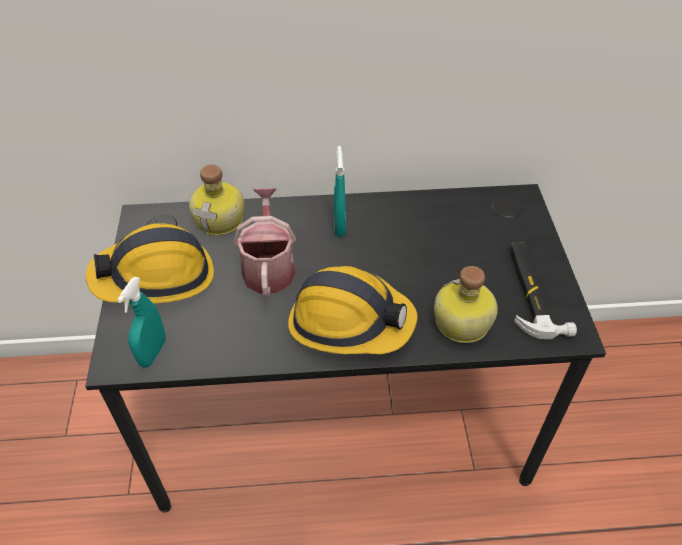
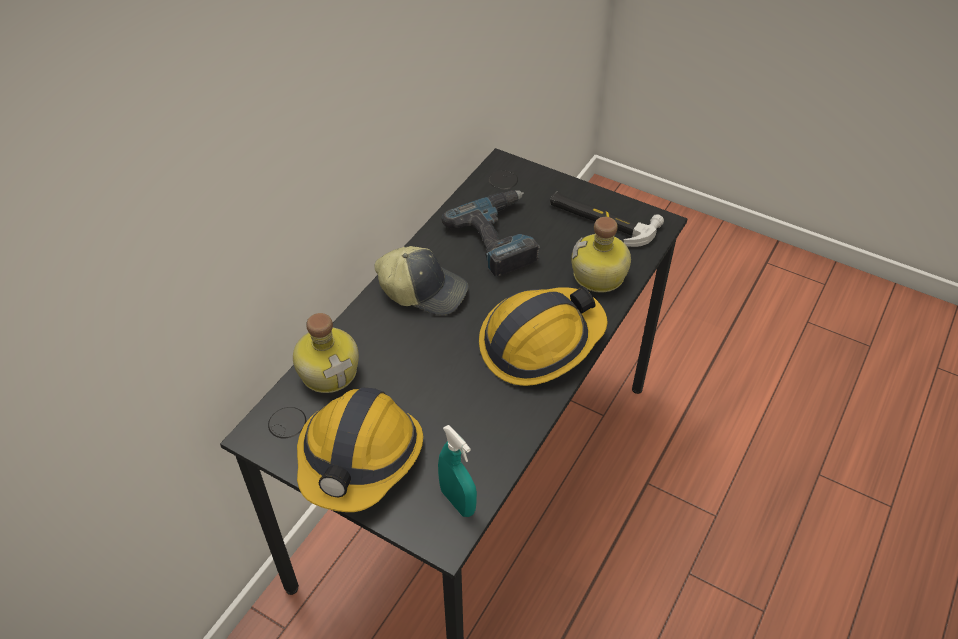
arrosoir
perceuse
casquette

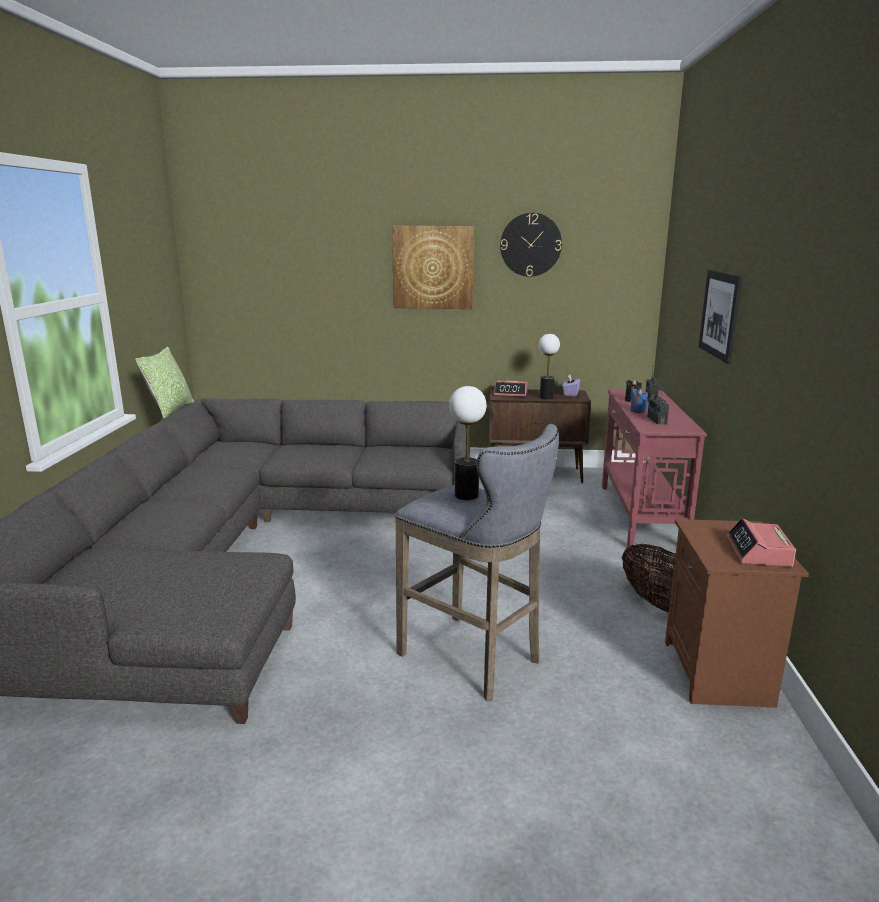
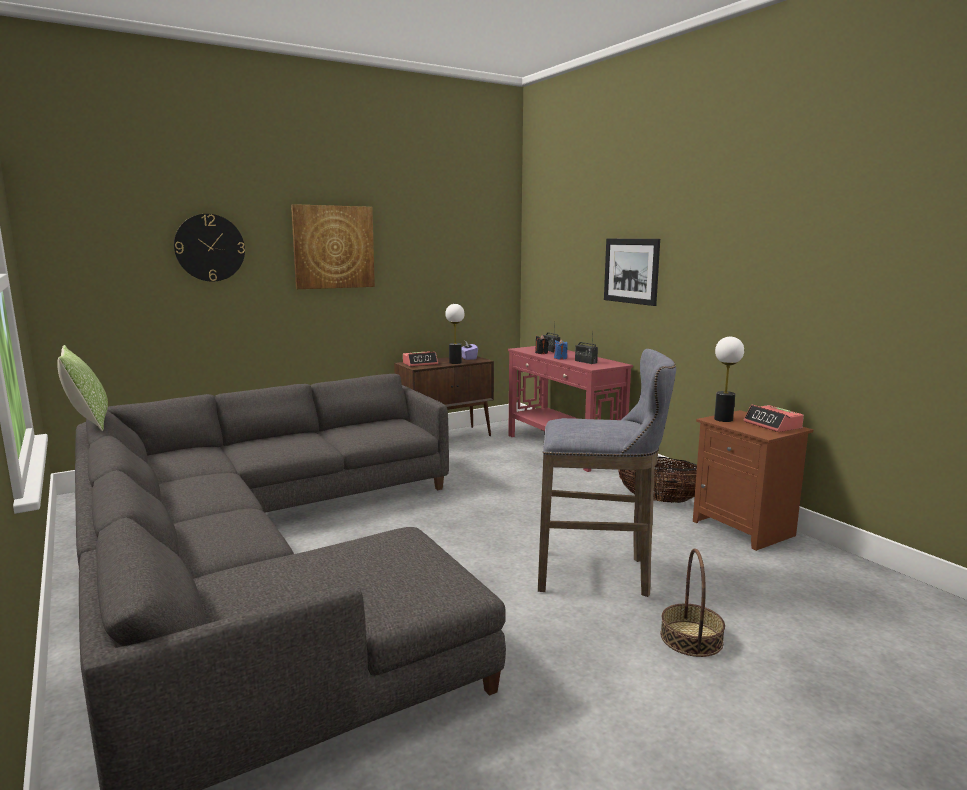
panier (2nd from left)
lampe de table (2nd from left)
horloge murale

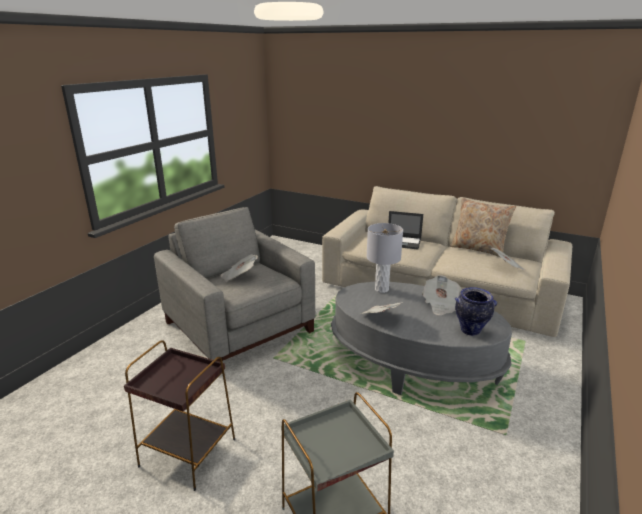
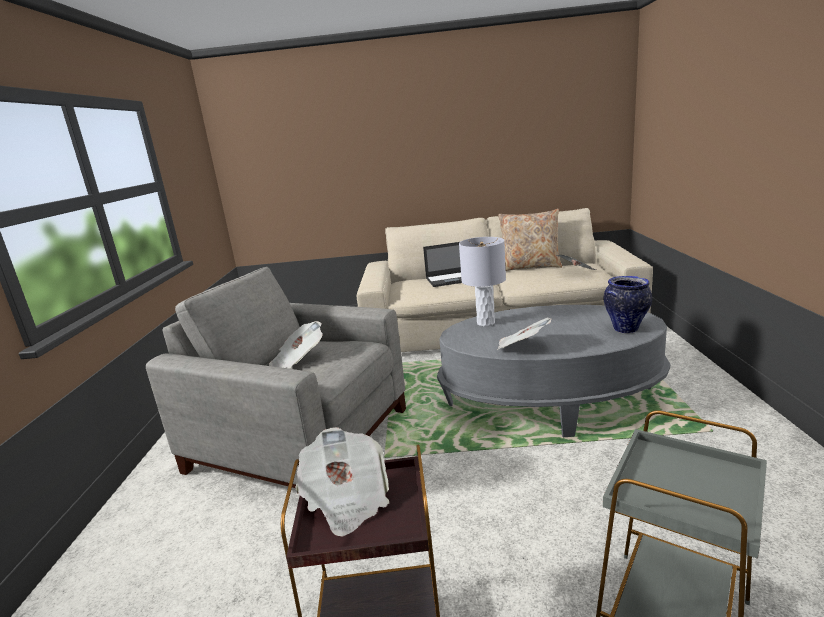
journal (2nd from left)

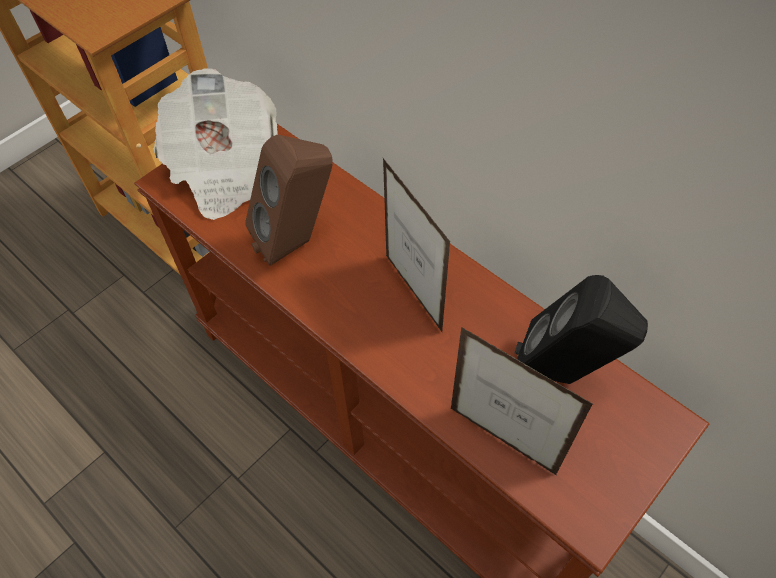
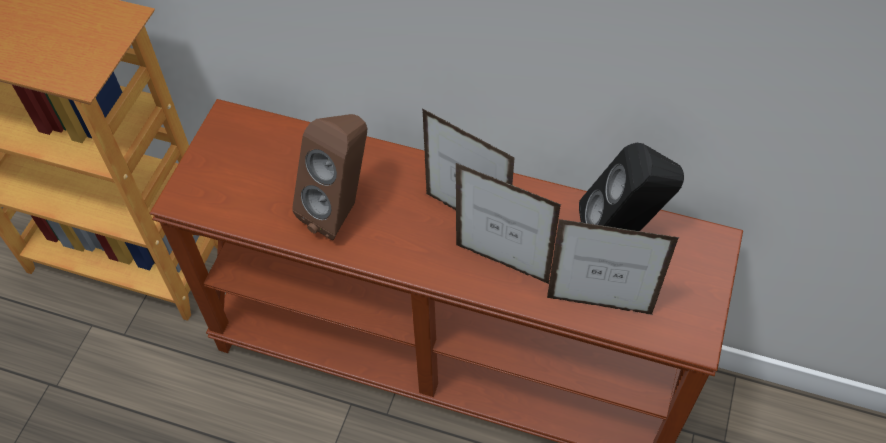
journal
cadre photo (2nd from left)

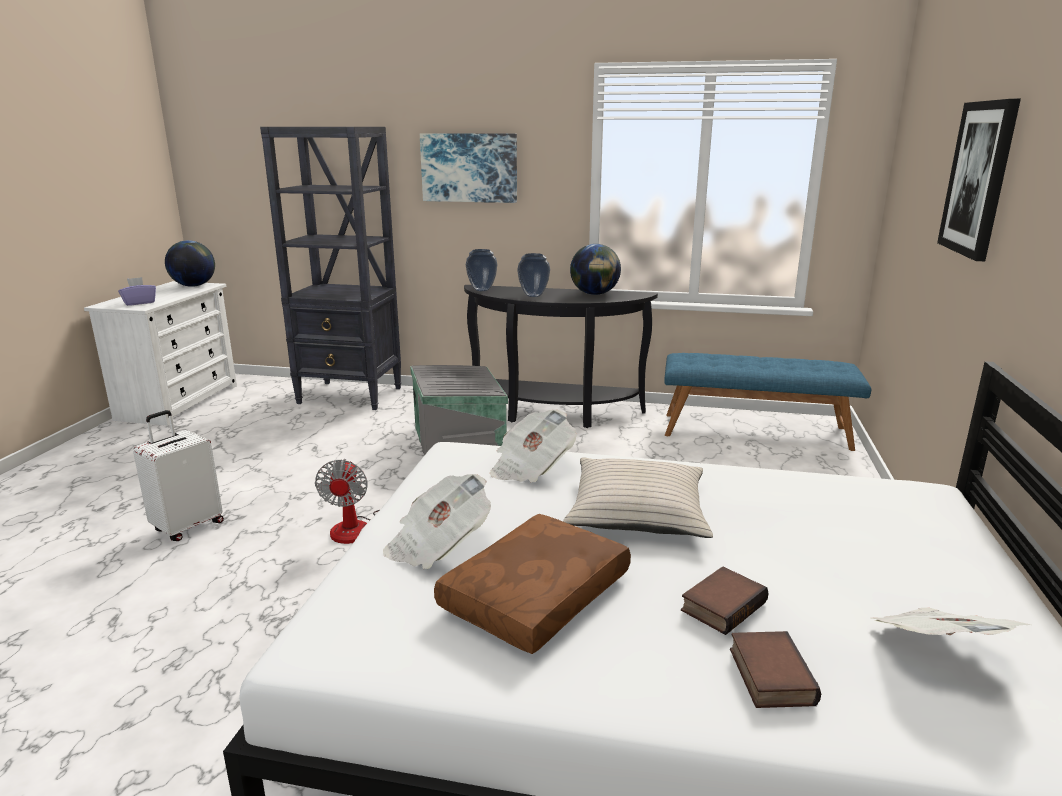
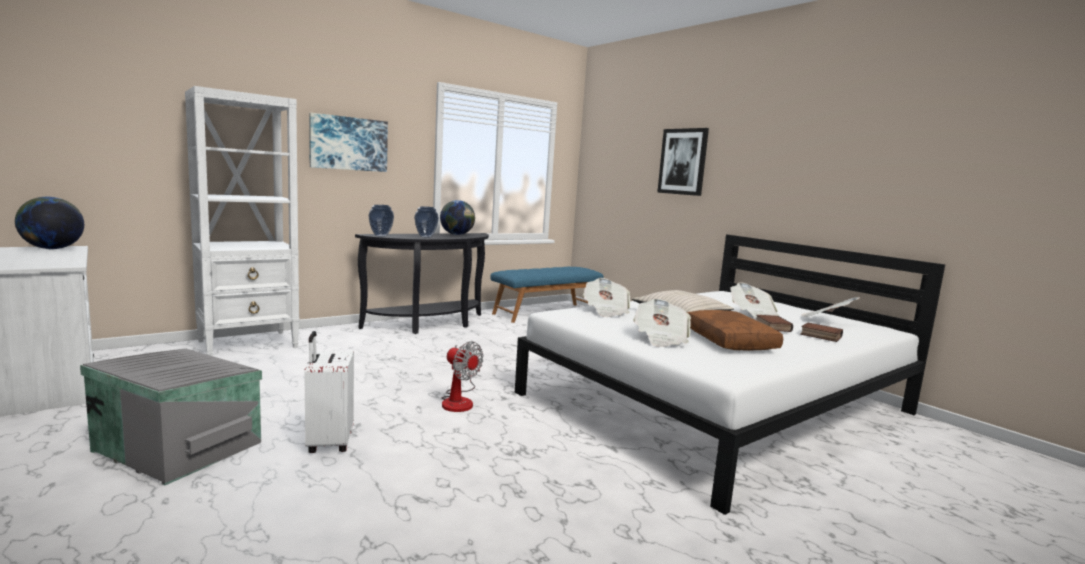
boîte à mouchoirs (violet)
journal (3rd from left)
boîte de rangement (gris)
bibliothèque (blanc)

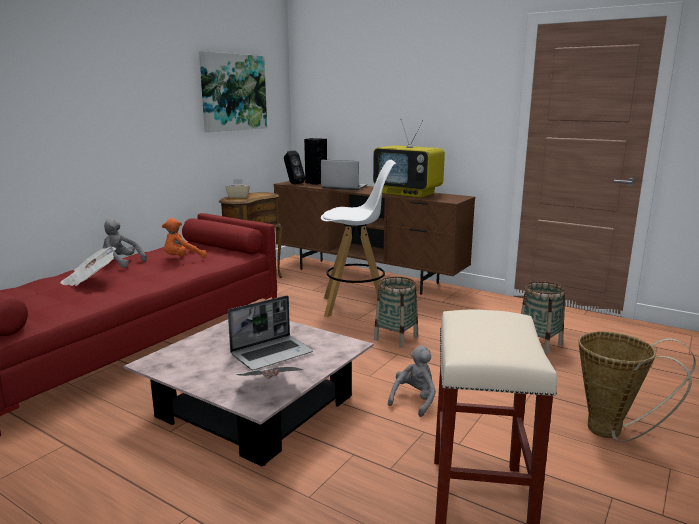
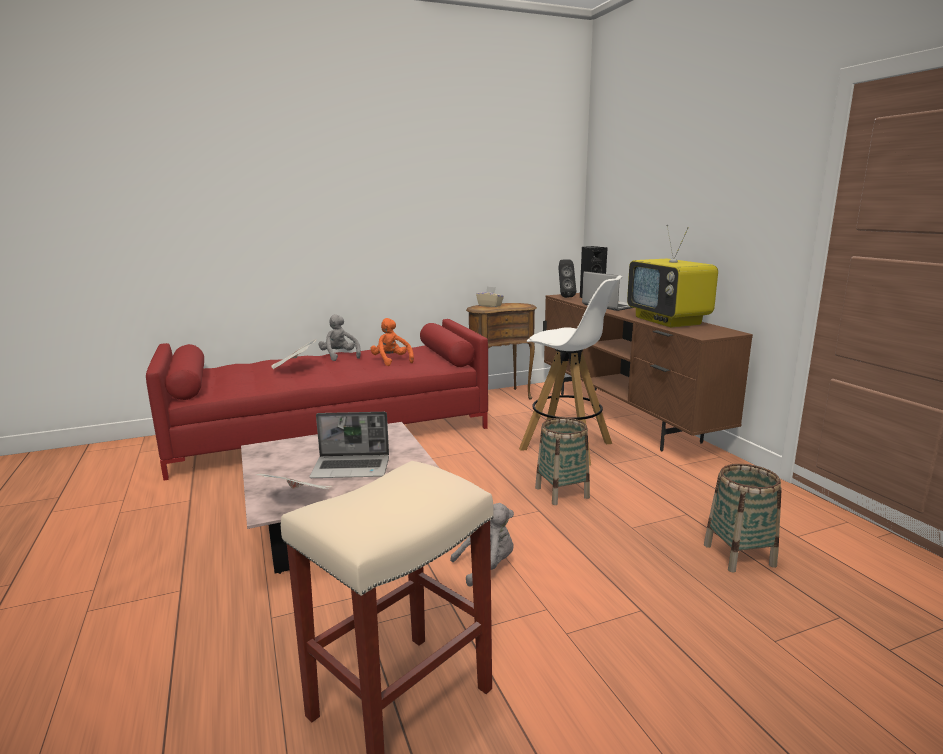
tableau
panier (3rd from left in the first image)
peluche (orange)

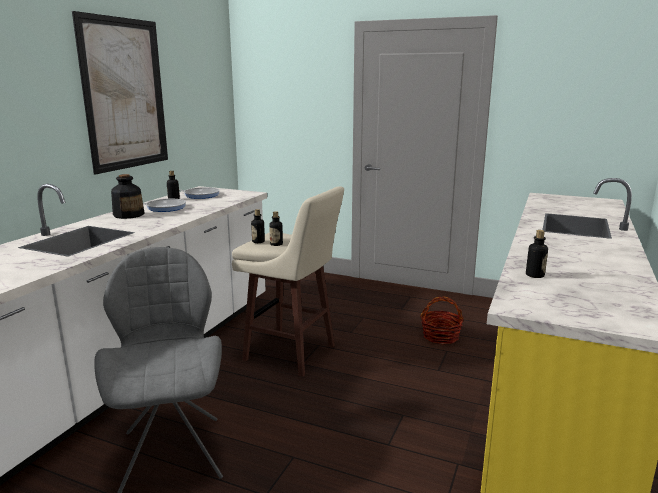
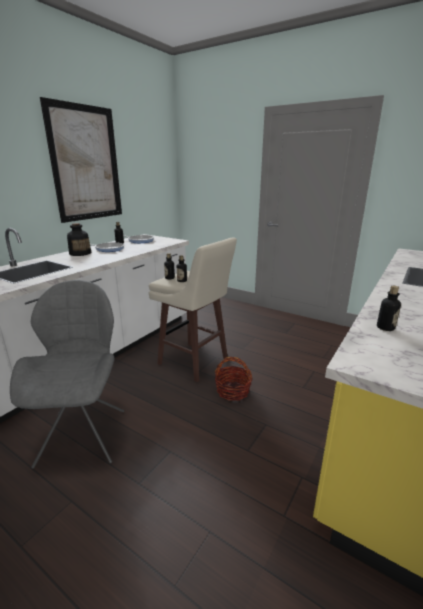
panier

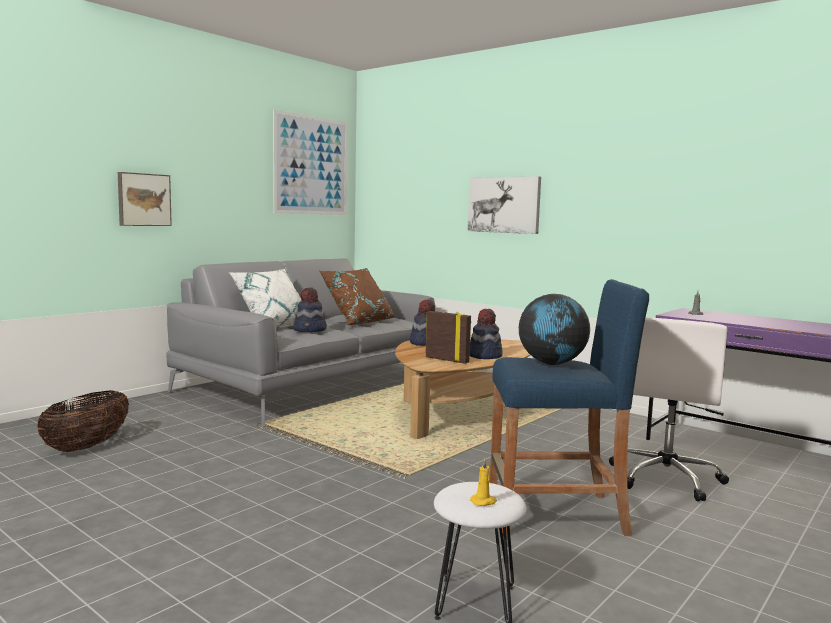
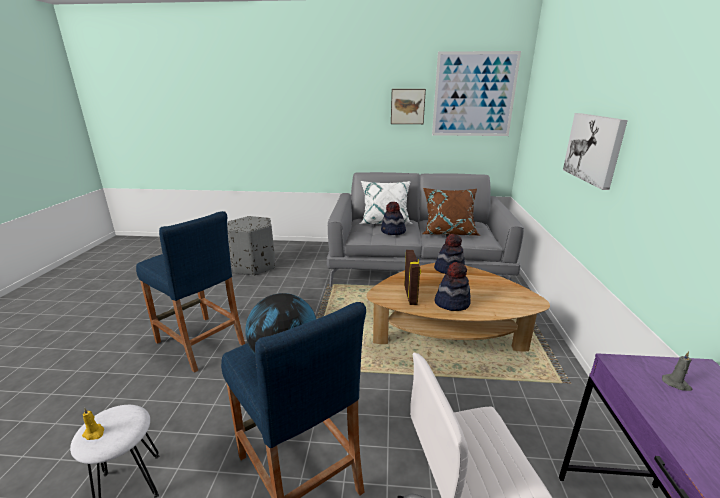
tabouret (bleu) (1st from left)
tableau (1st from left)
pouf (gris)

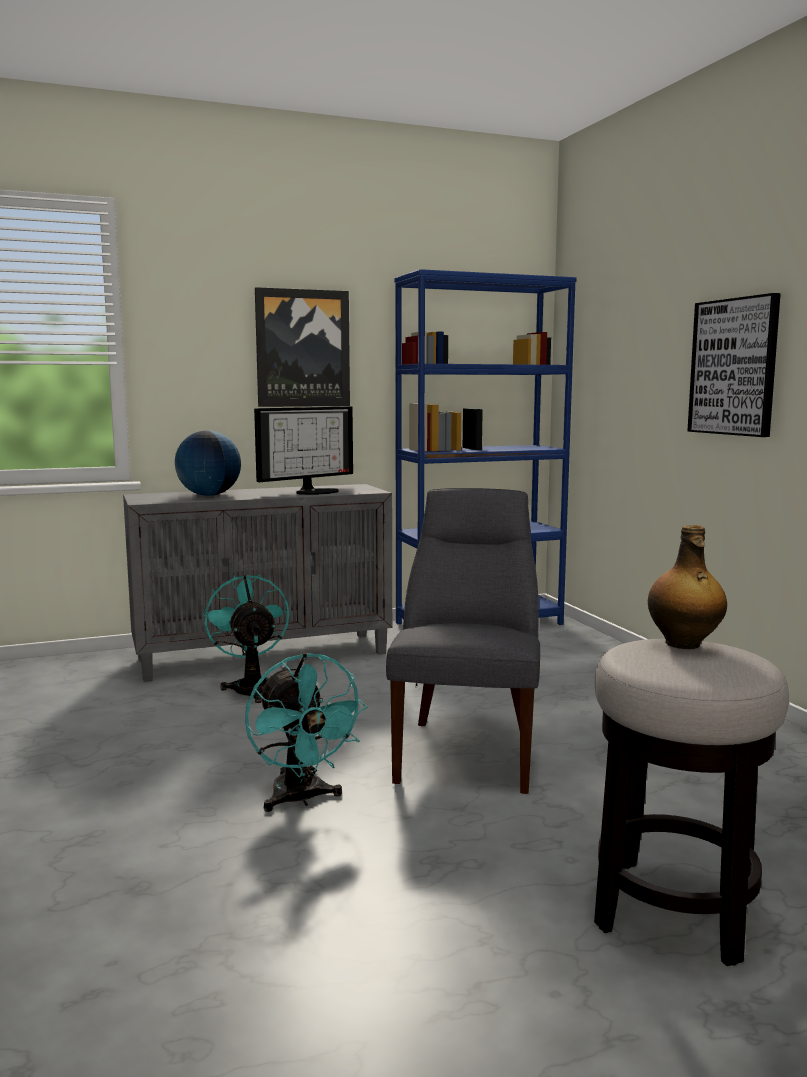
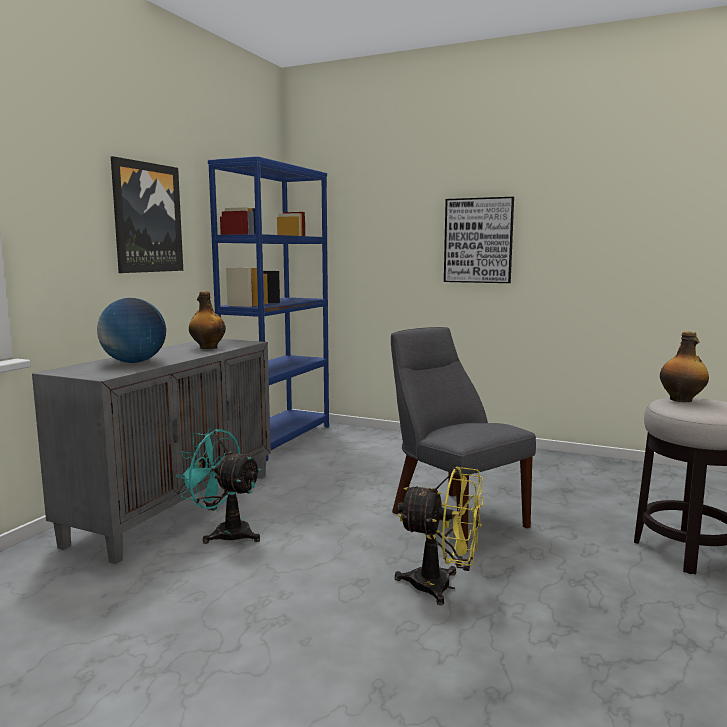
bouteille (1st from left)
ventilateur (jaune)

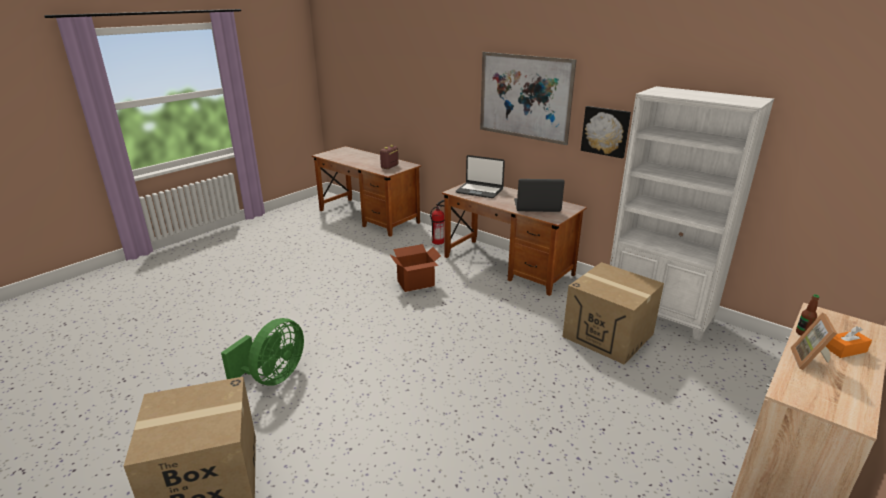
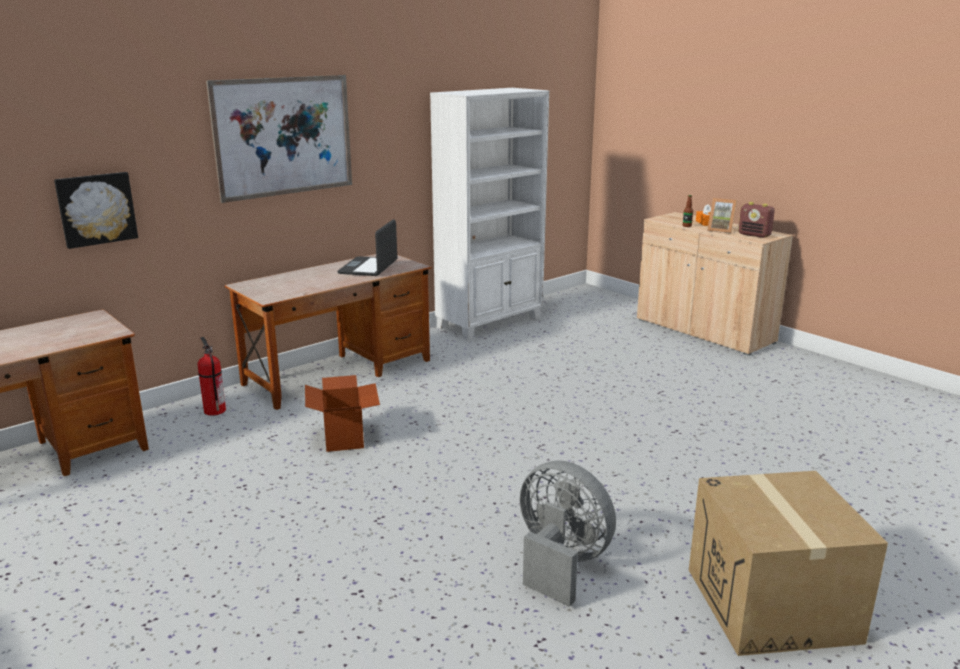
ordinateur portable (1st from left in the first image)
carton (3rd from left in the first image)
radio
tableau (1st from left)
ventilateur (gris)

